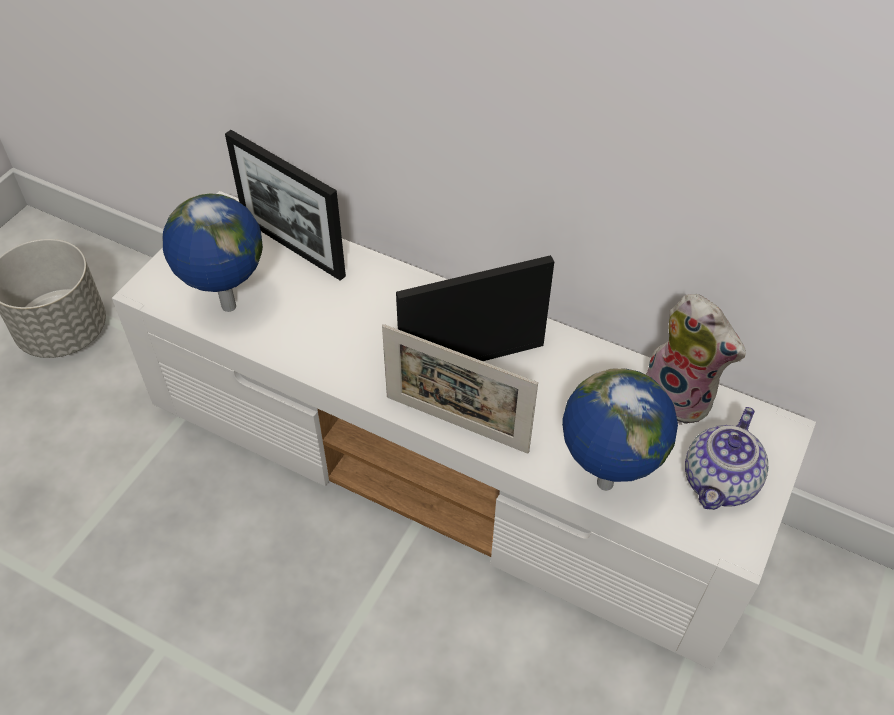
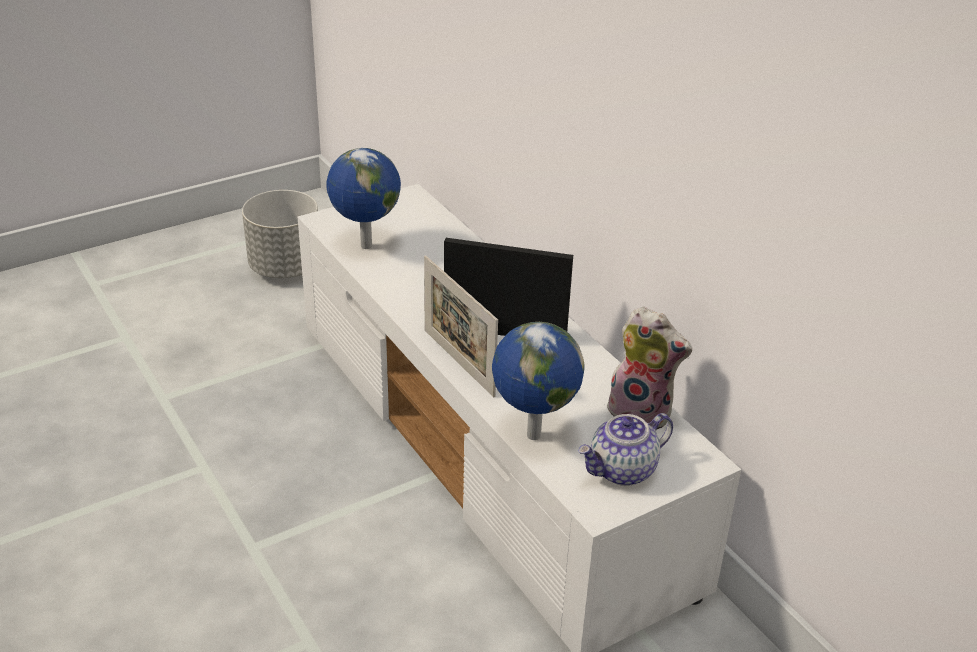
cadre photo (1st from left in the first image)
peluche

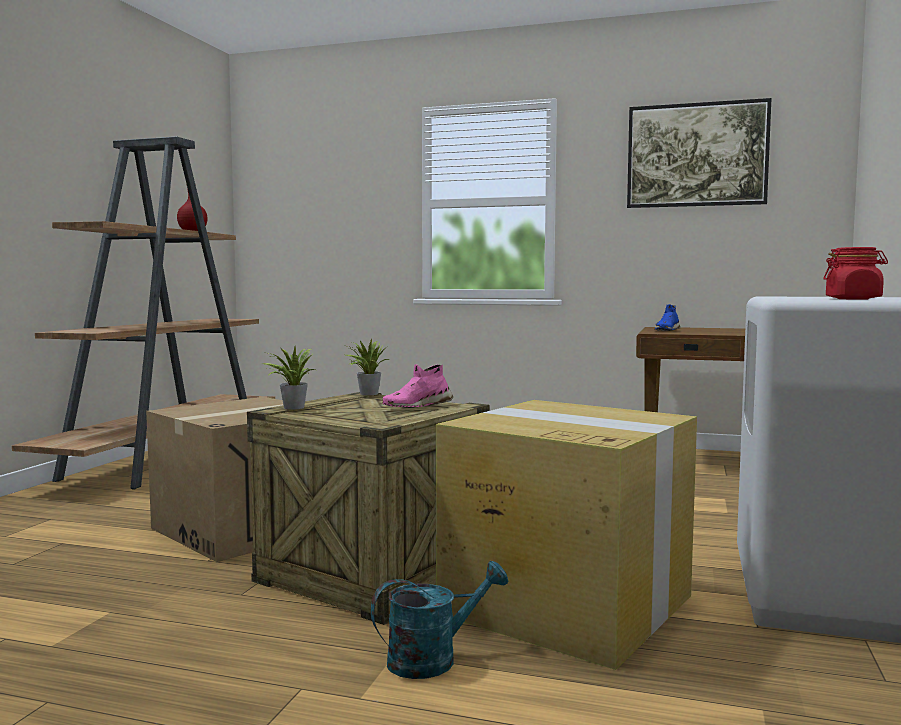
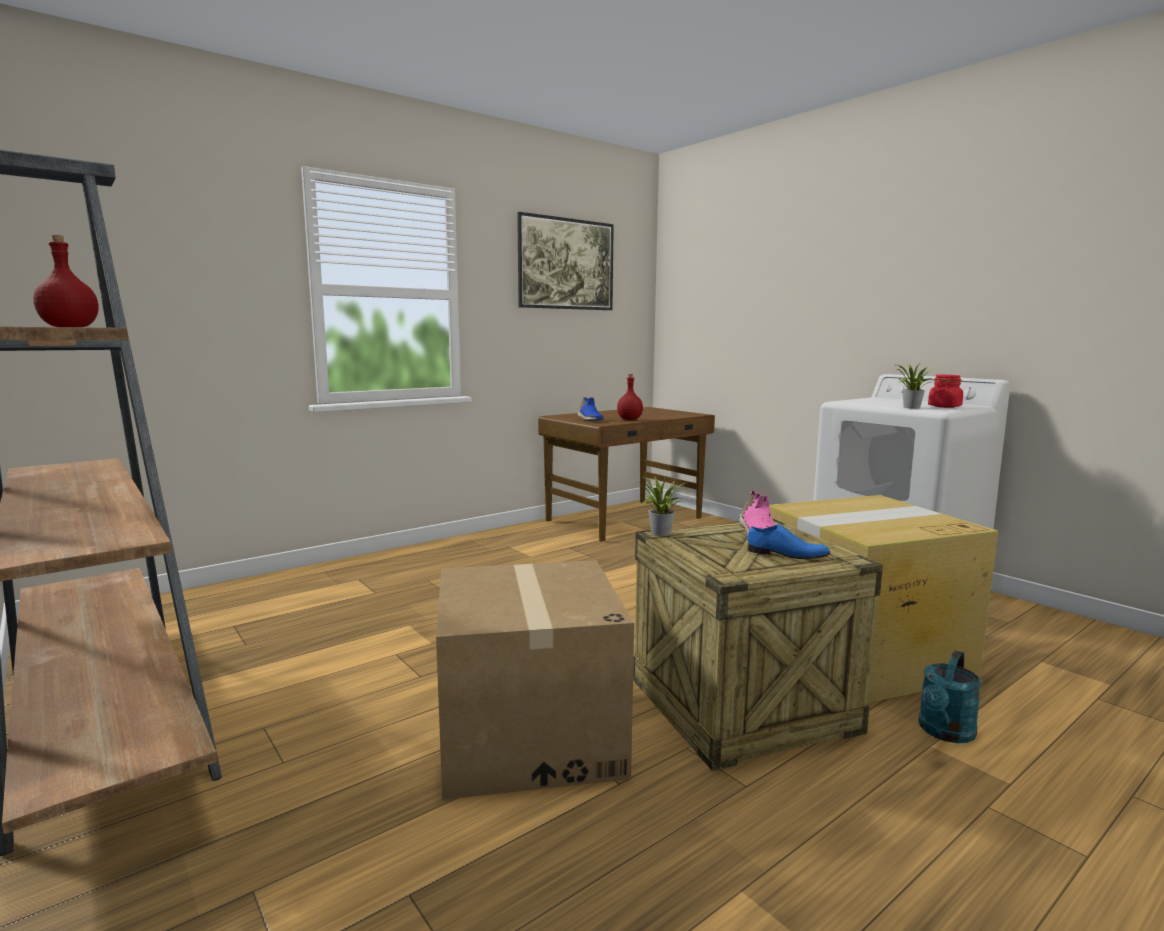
bouteille (rouge) (2nd from left)
chaussure (bleu) (2nd from left)
plante en pot (2nd from left)
arrosoir (turquoise)

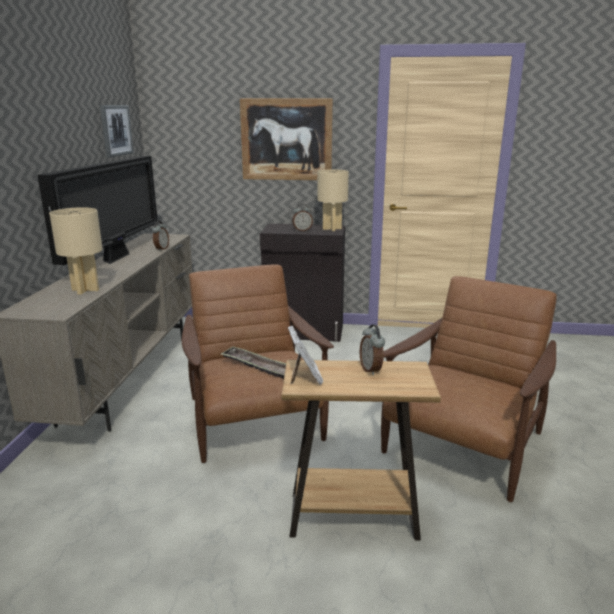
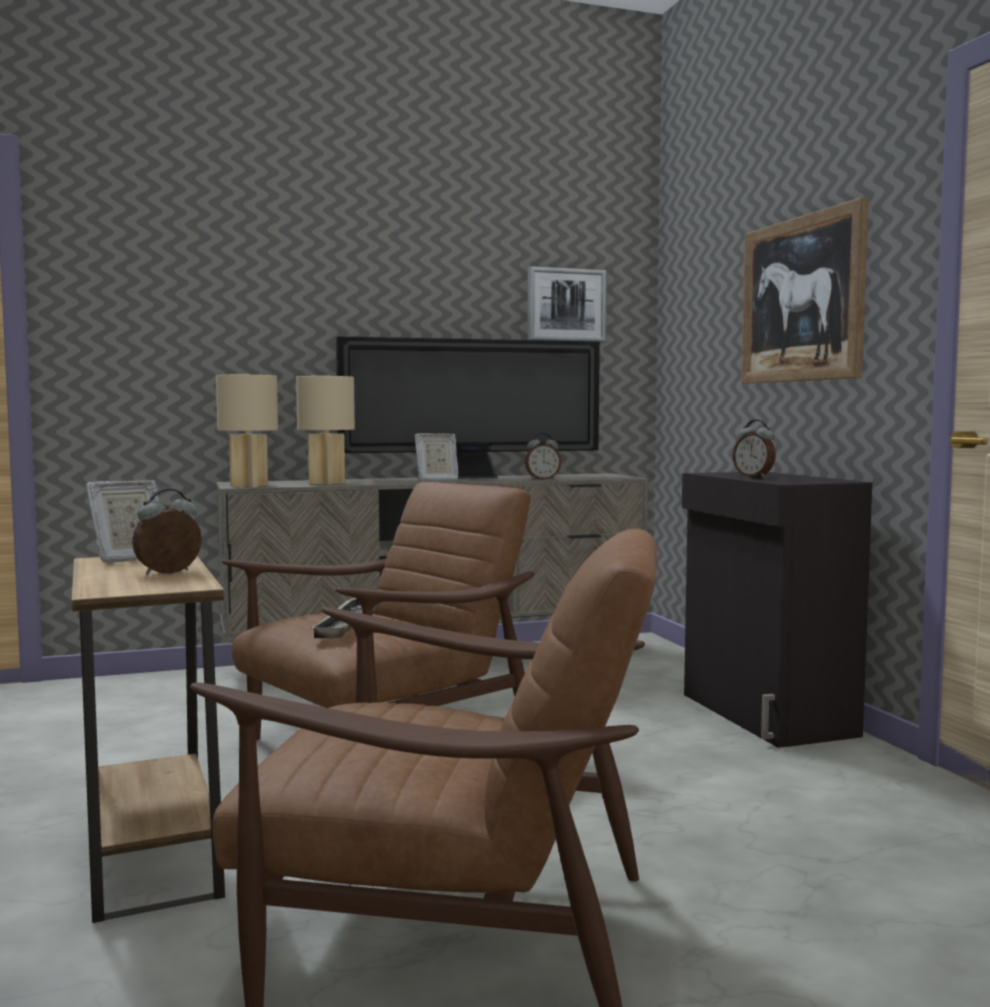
cadre photo (2nd from left)
lampe de table (beige) (1st from left)

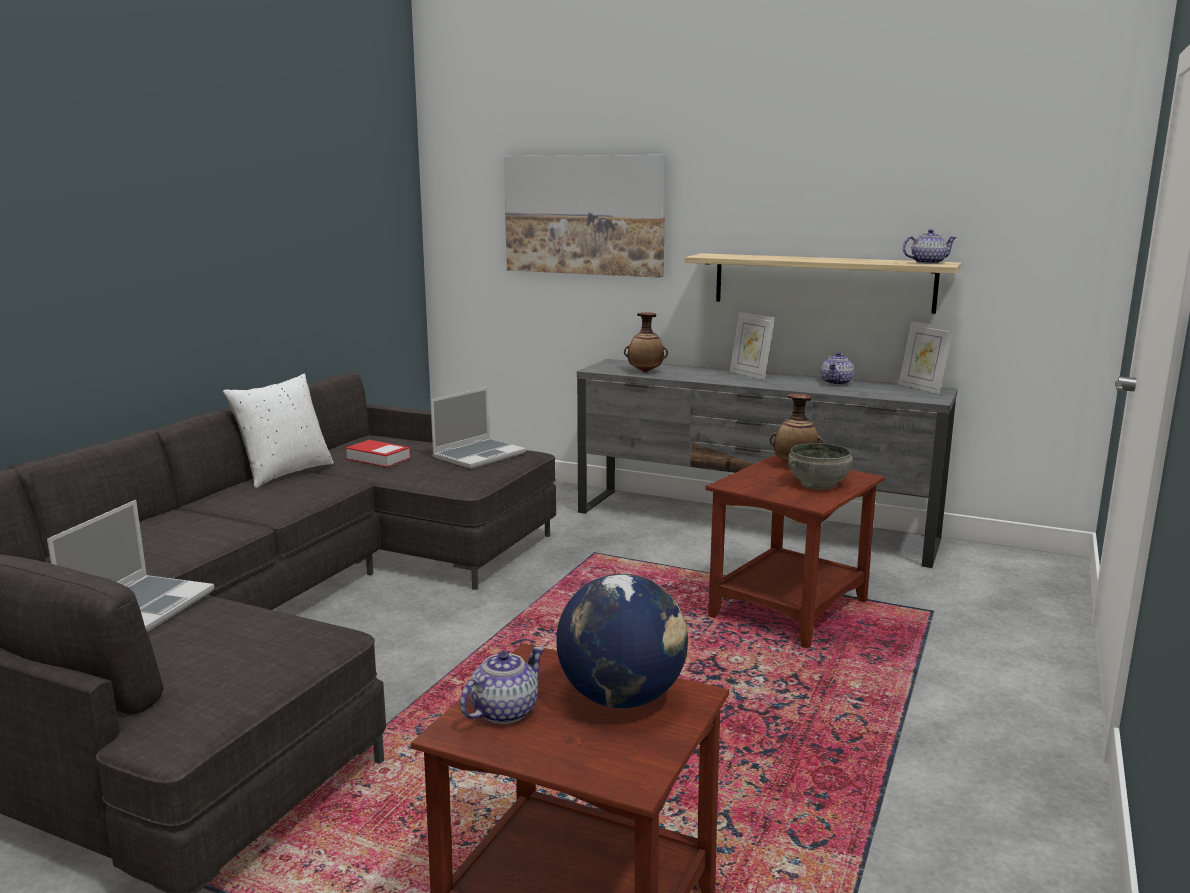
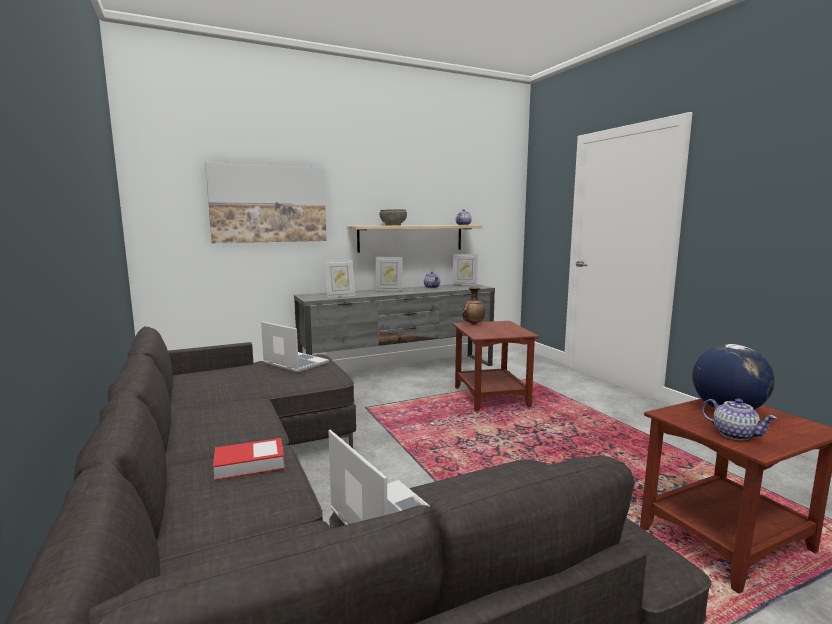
coussin (blanc)
livre
bol (gris)
cadre photo (1st from left)
ordinateur portable (1st from left)
théière (3rd from left)

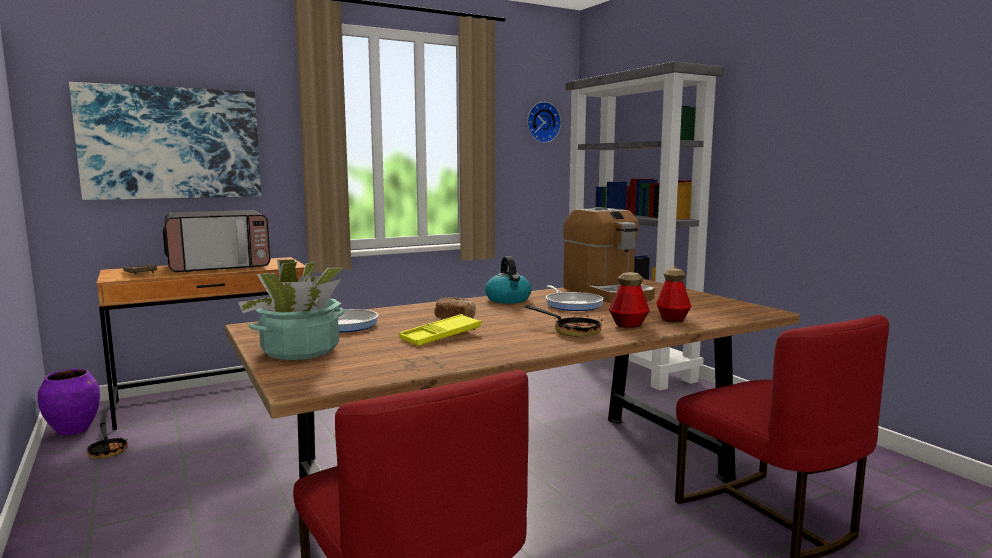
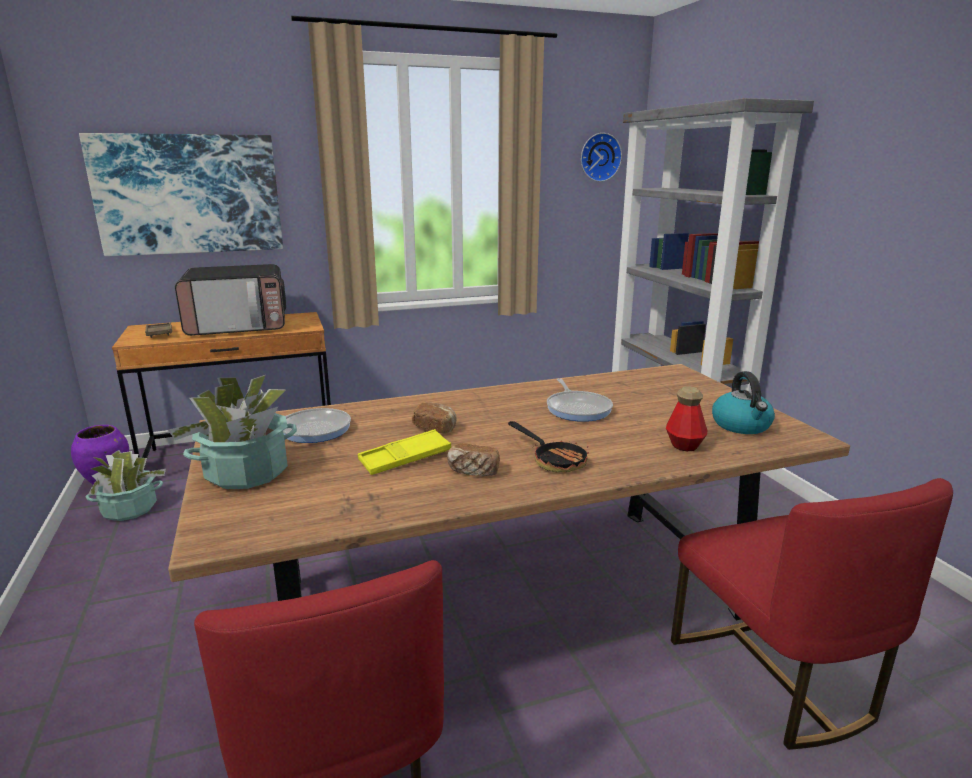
machine à café
bouteille (1st from left in the first image)
pain (2nd from left)
bouilloire
plante en pot (1st from left)

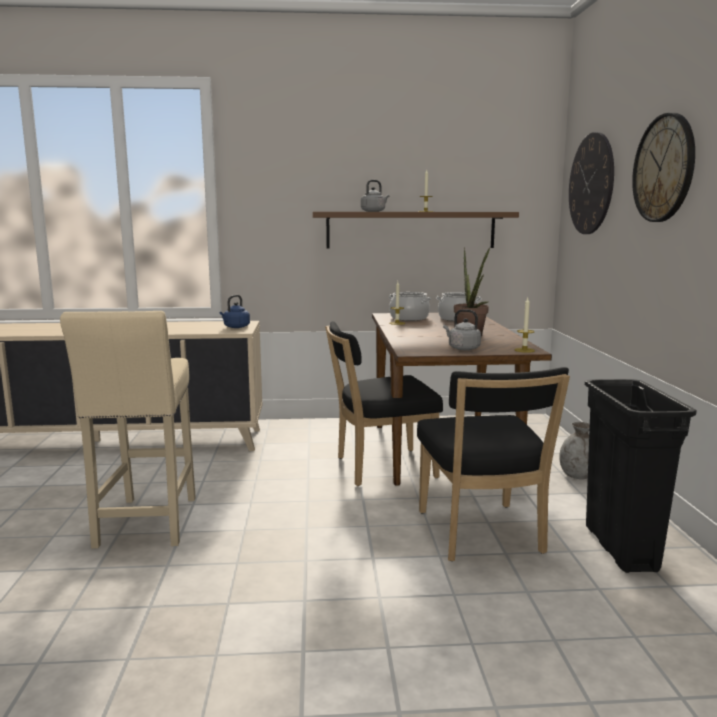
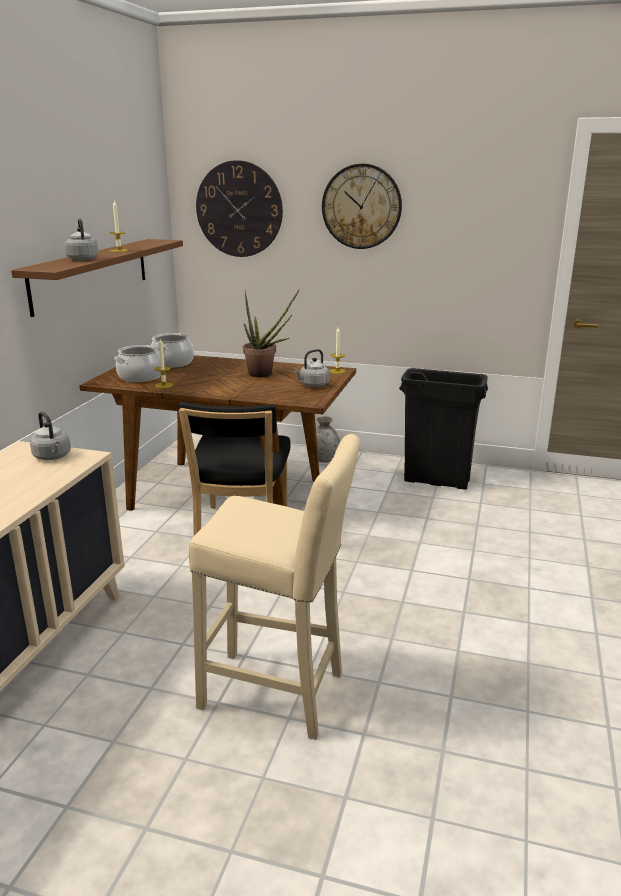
chaise (noir) (2nd from left in the first image)
bouilloire (gris) (1st from left)

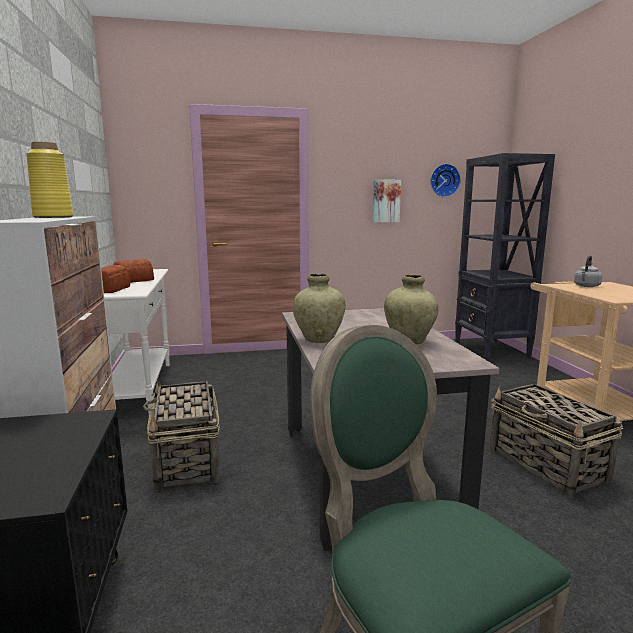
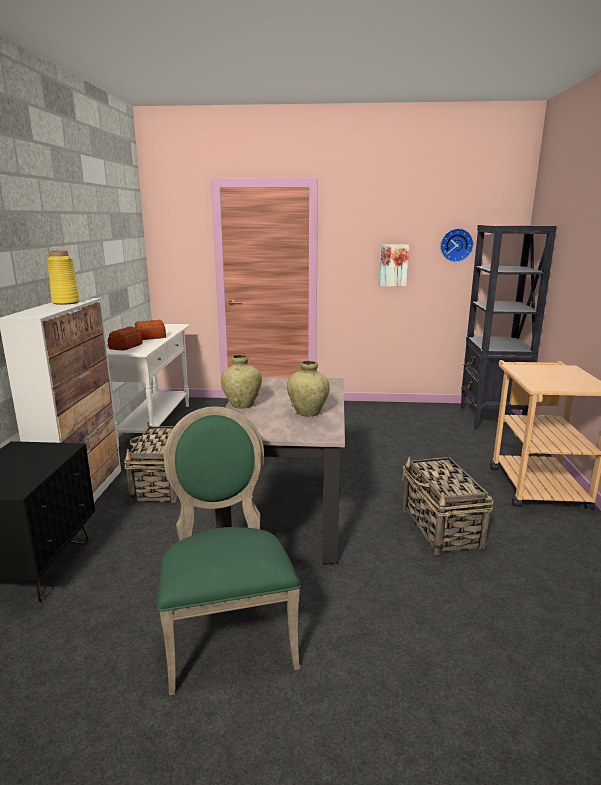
bouilloire (gris)

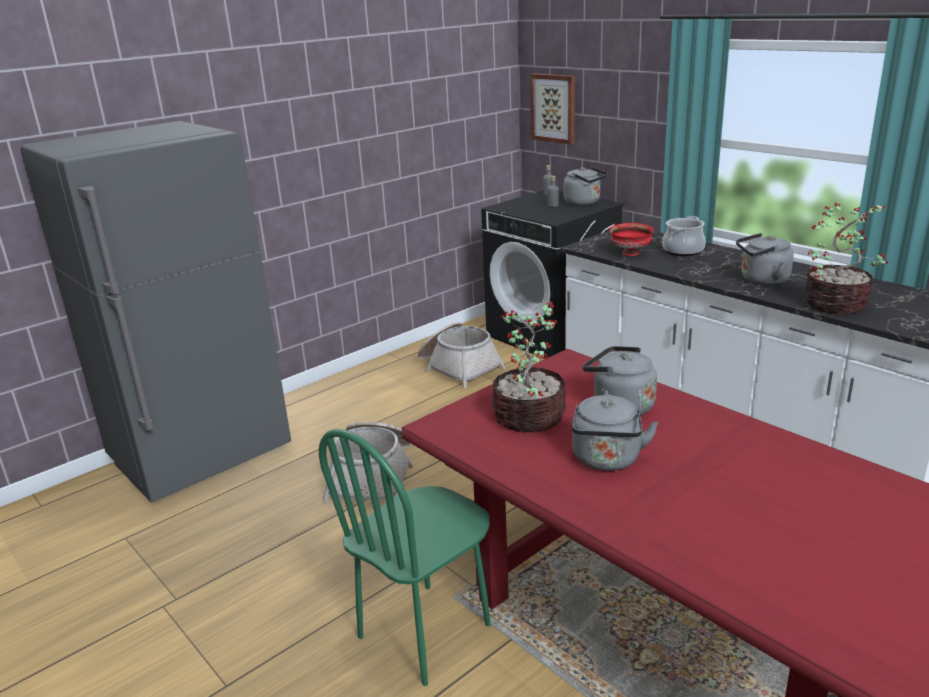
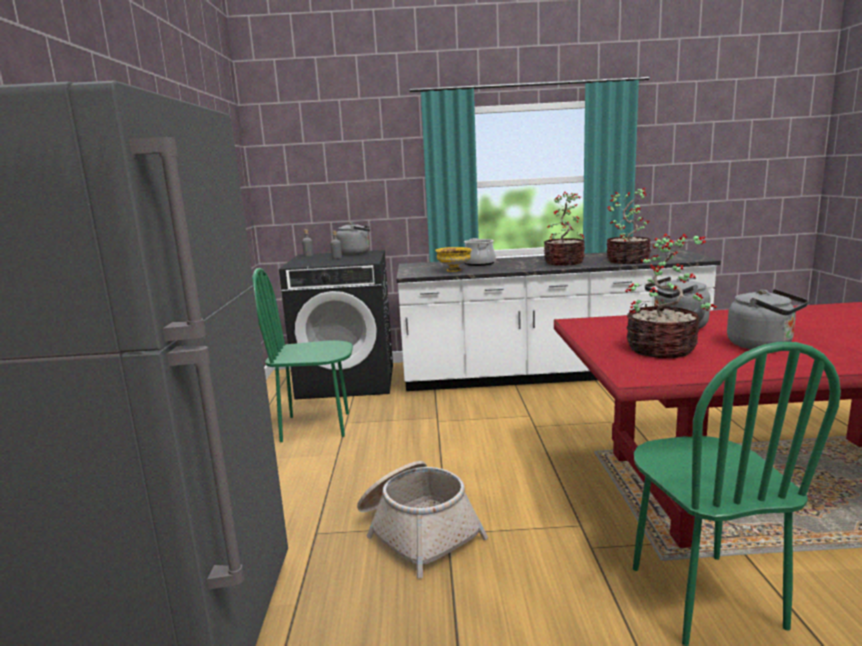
tableau
chaise (vert) (1st from left)
plante en pot (1st from left)
bol (jaune)

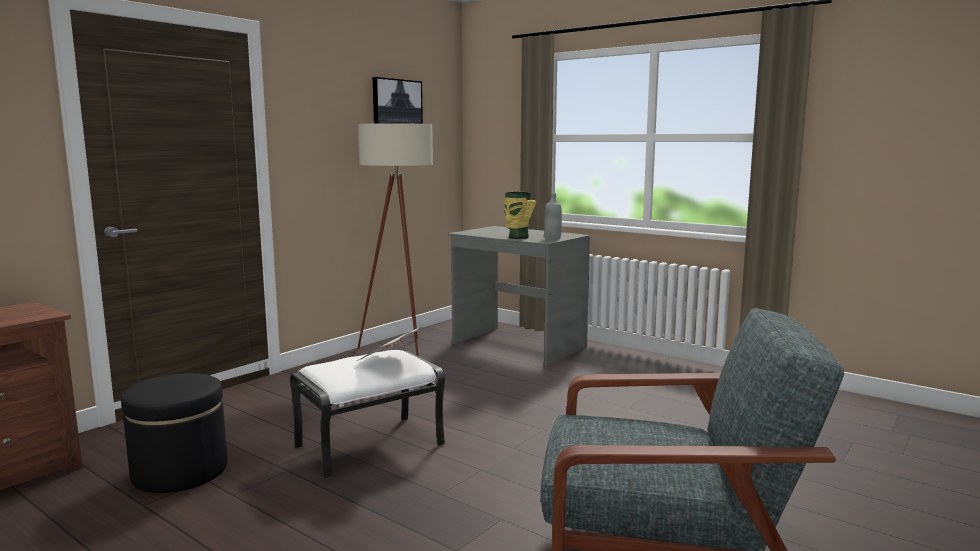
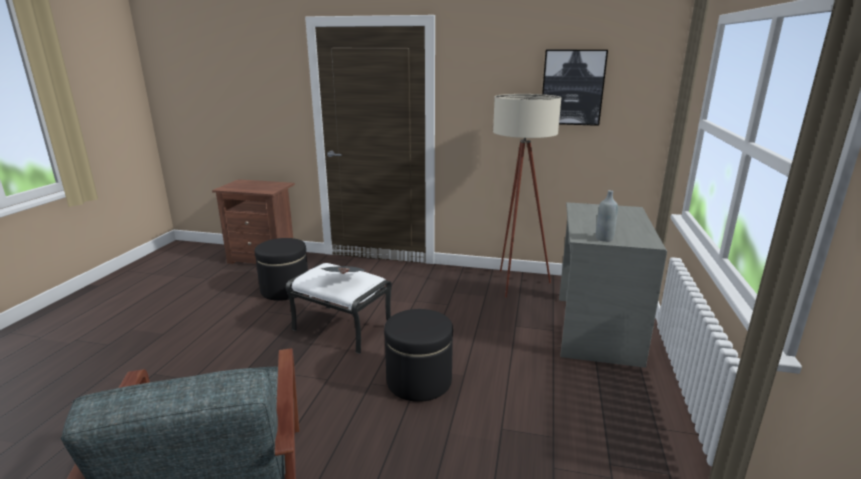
vase
pouf (noir) (2nd from left)

